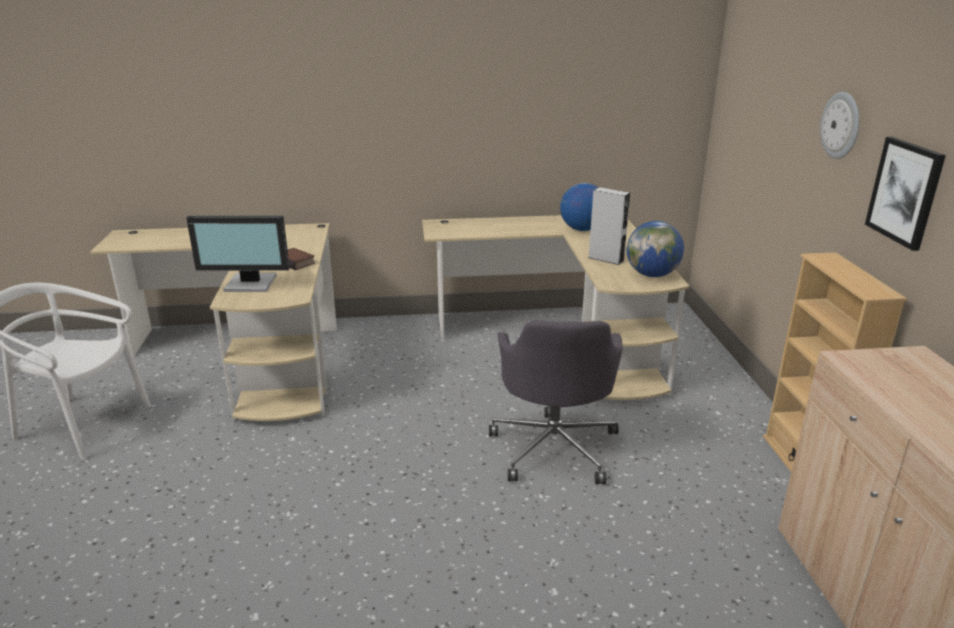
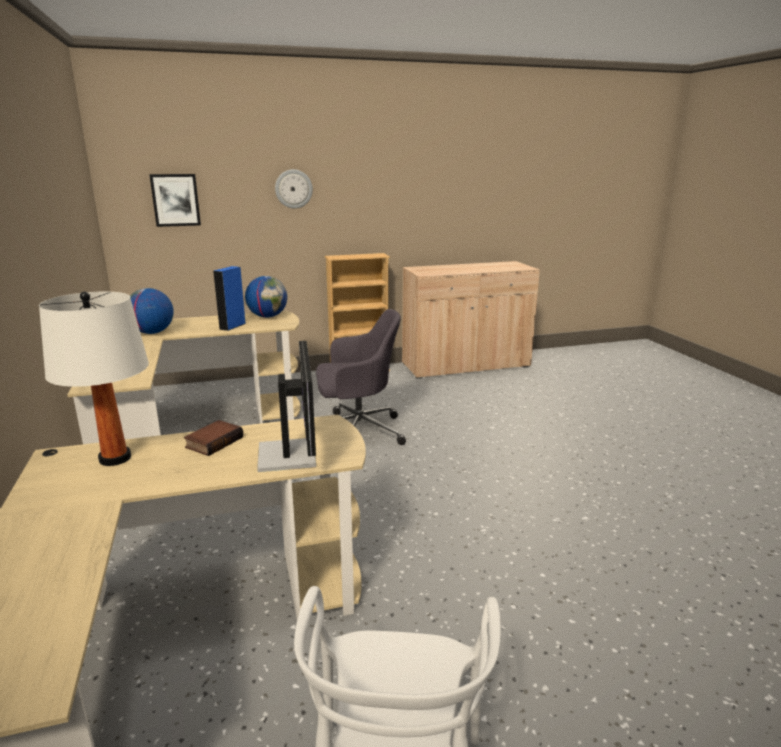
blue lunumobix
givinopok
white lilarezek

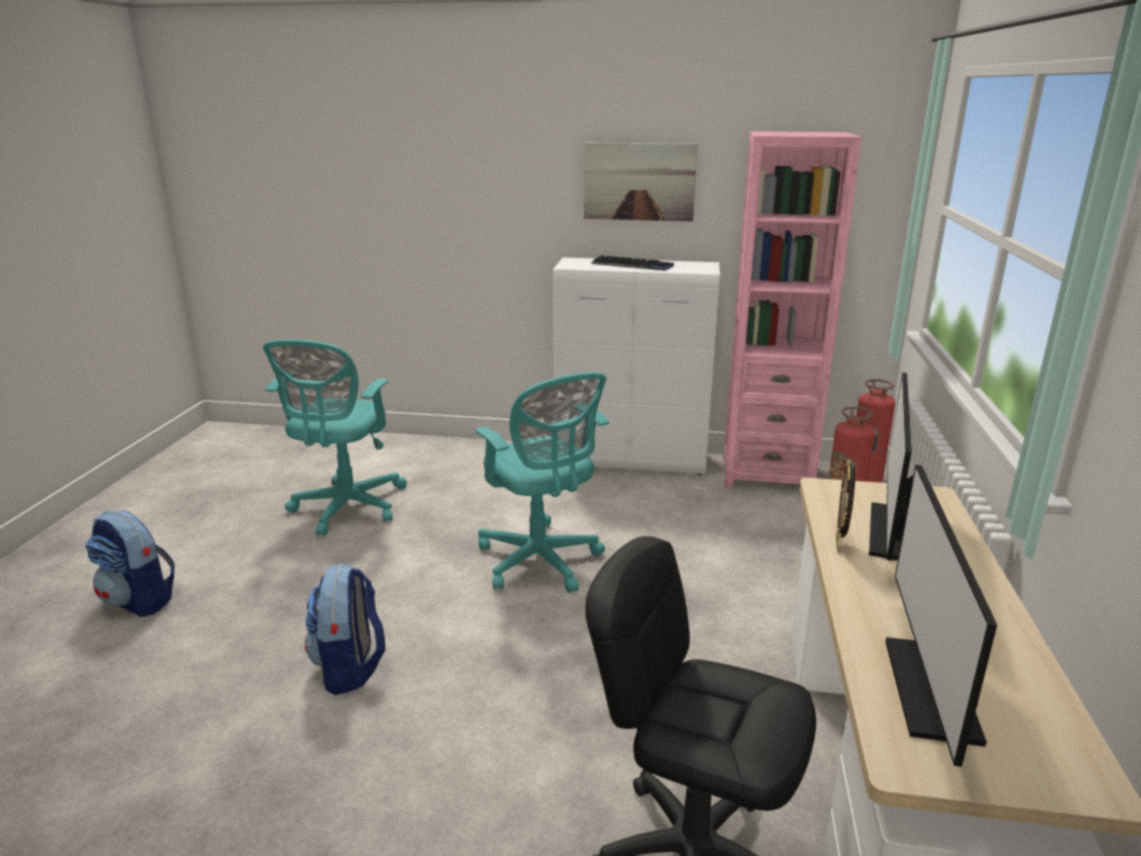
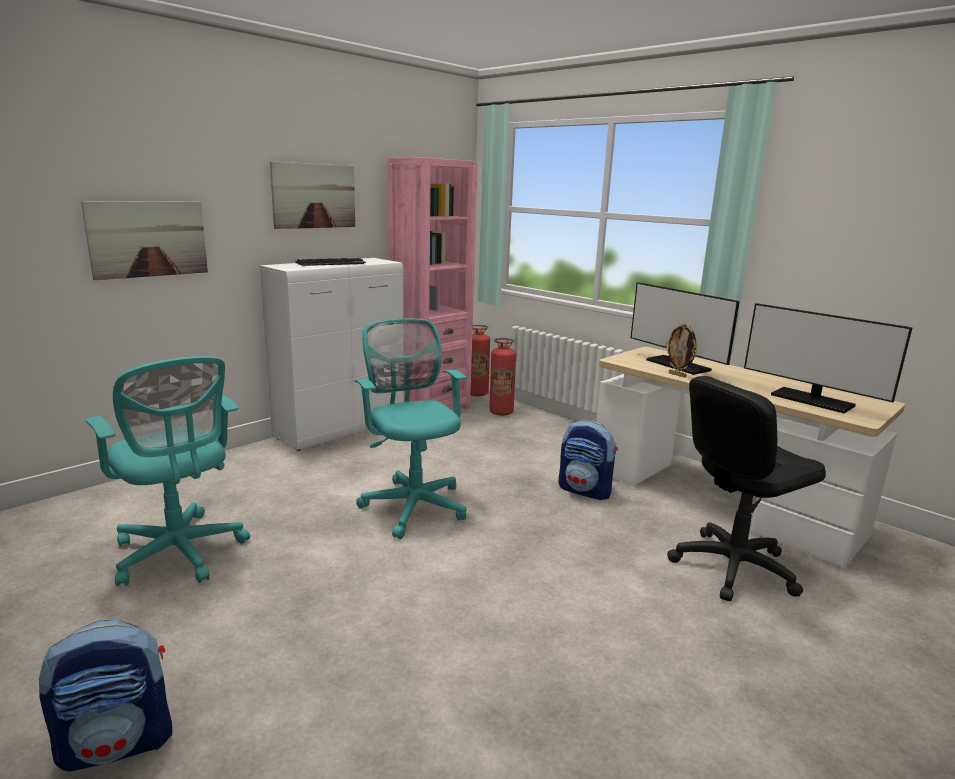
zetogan (2nd from left)
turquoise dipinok (2nd from left)
givinopok (1st from left)

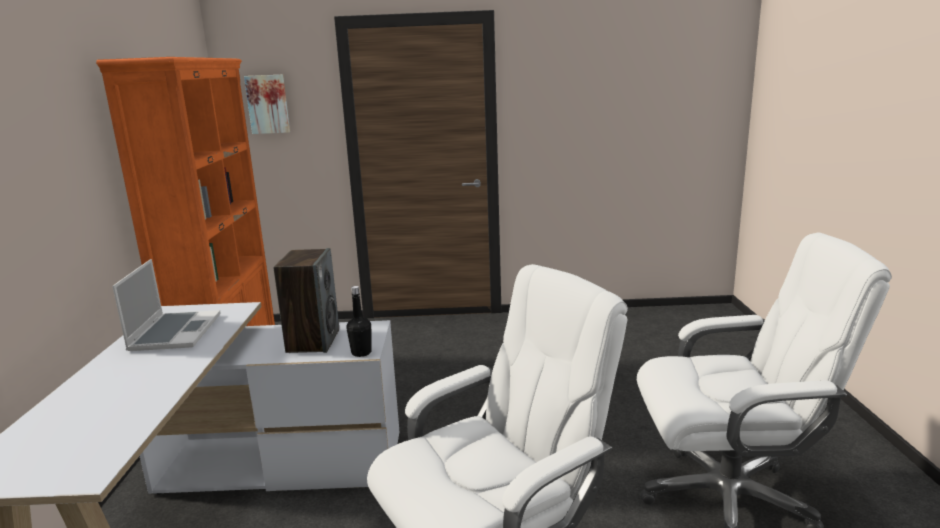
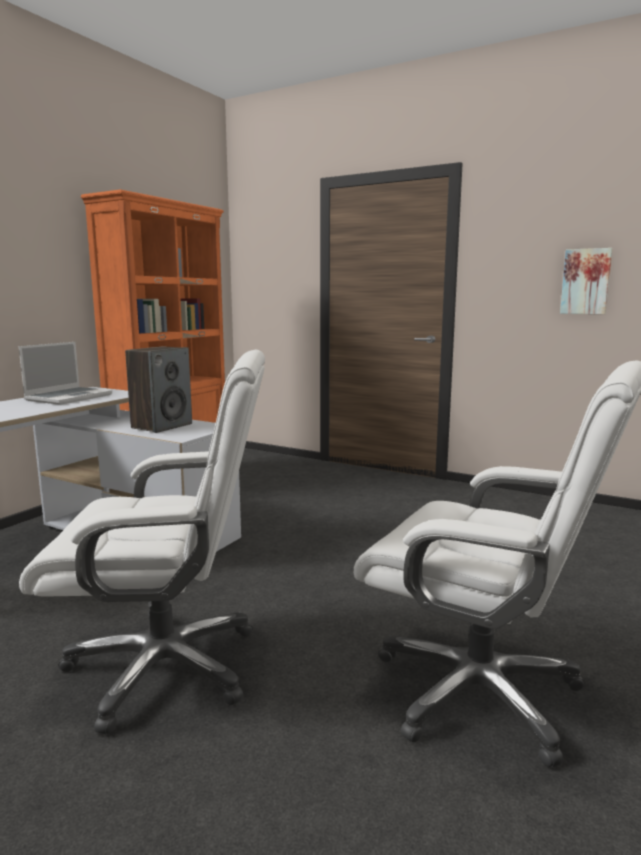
givinopok
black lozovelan

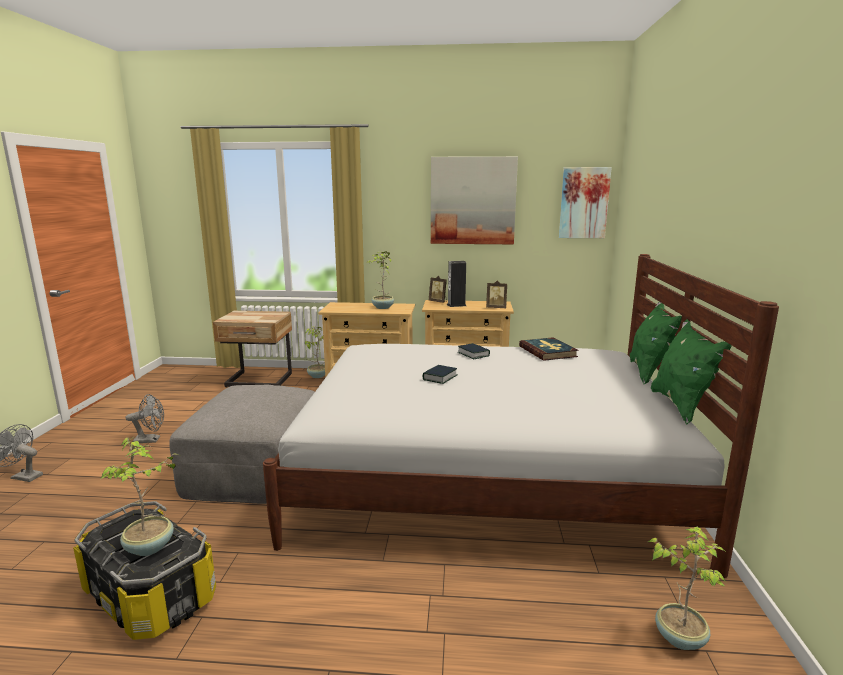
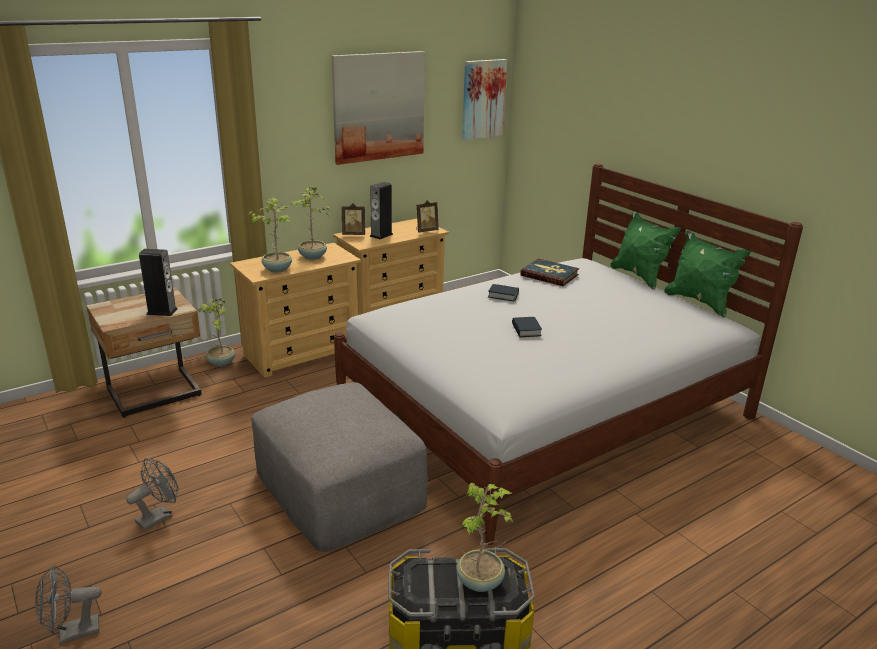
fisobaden (2nd from left)
lunumobix (1st from left)

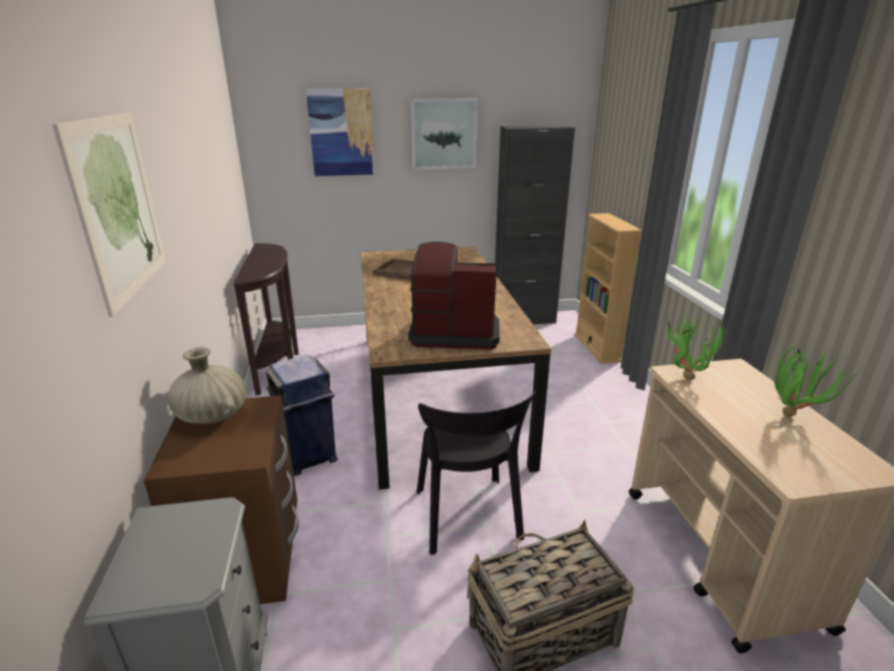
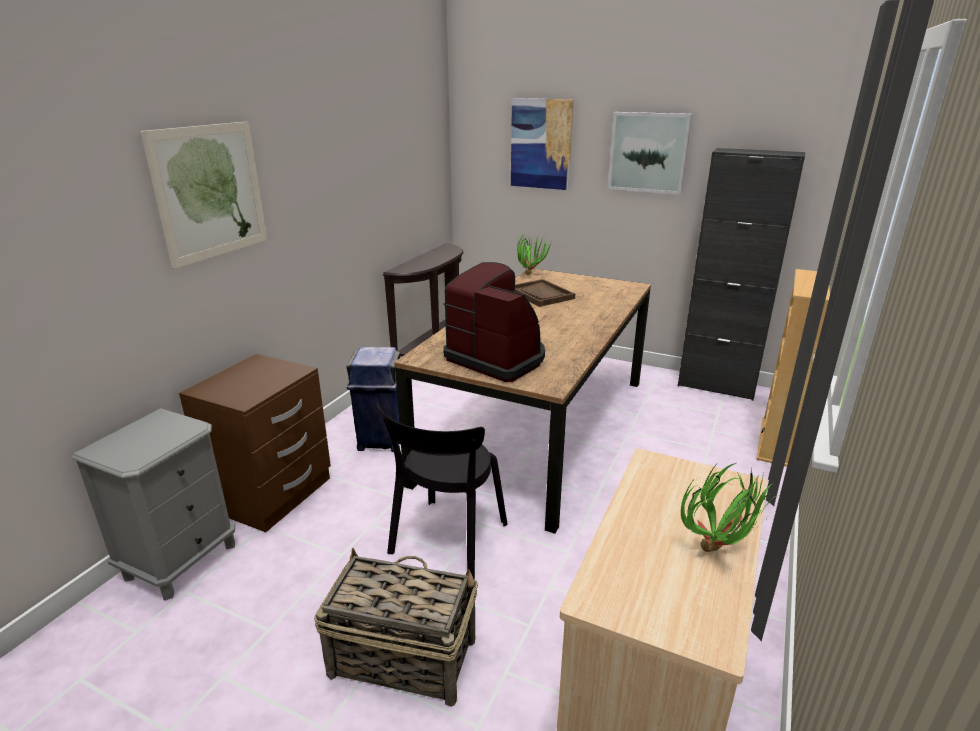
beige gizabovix
fisobaden (1st from left)

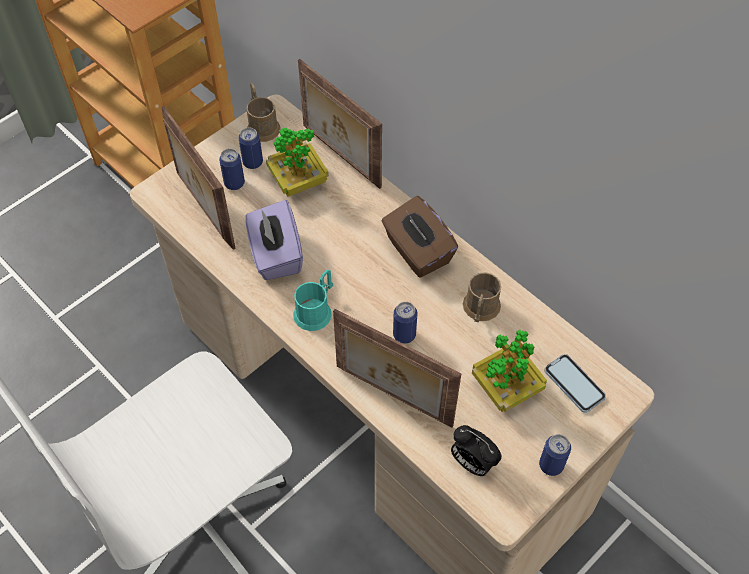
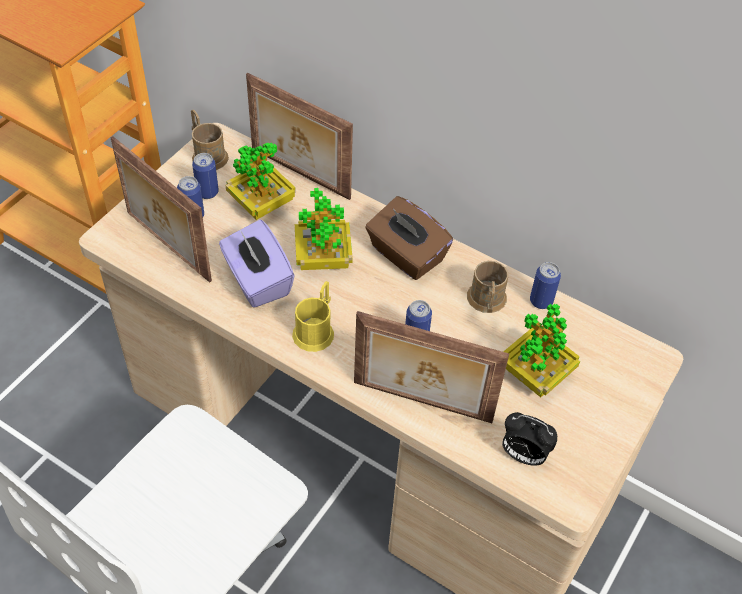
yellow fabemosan
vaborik (4th from left)
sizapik
fisobaden (2nd from left)

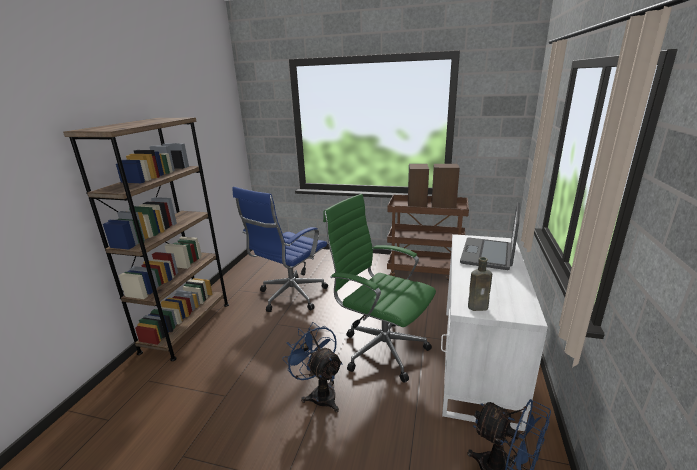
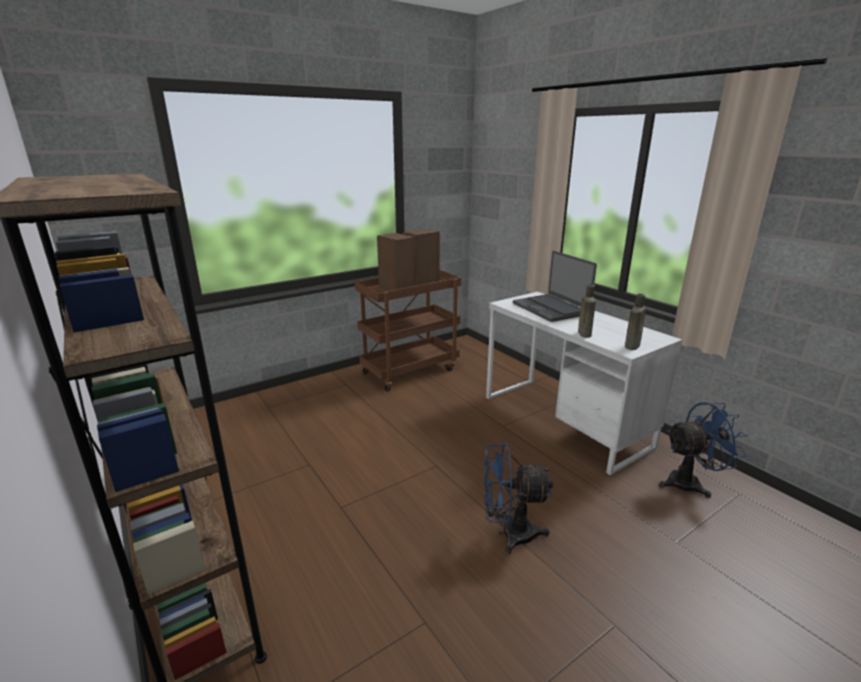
blue dipinok
green dipinok
brown lozovelan (1st from left)

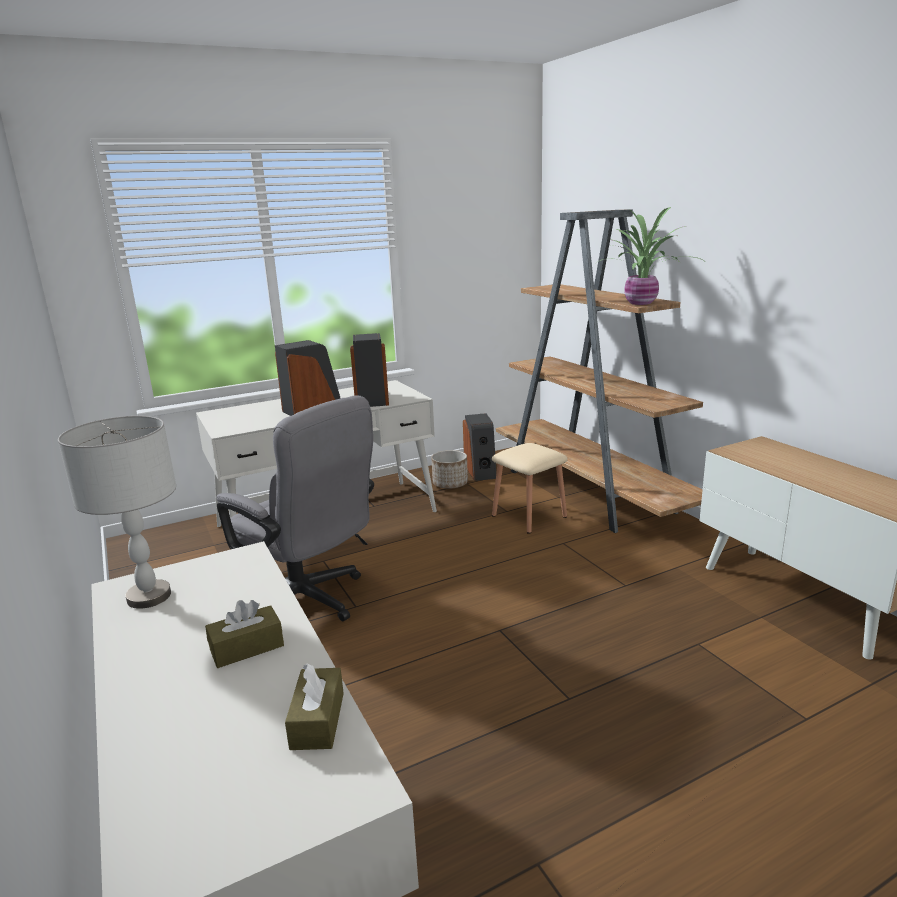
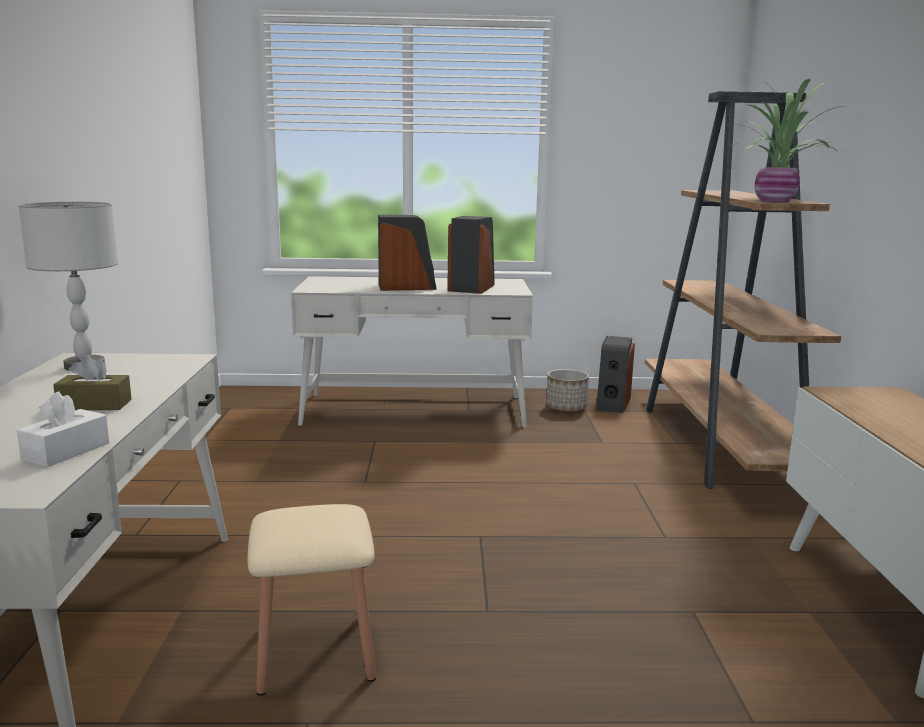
grey dipinok
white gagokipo
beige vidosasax

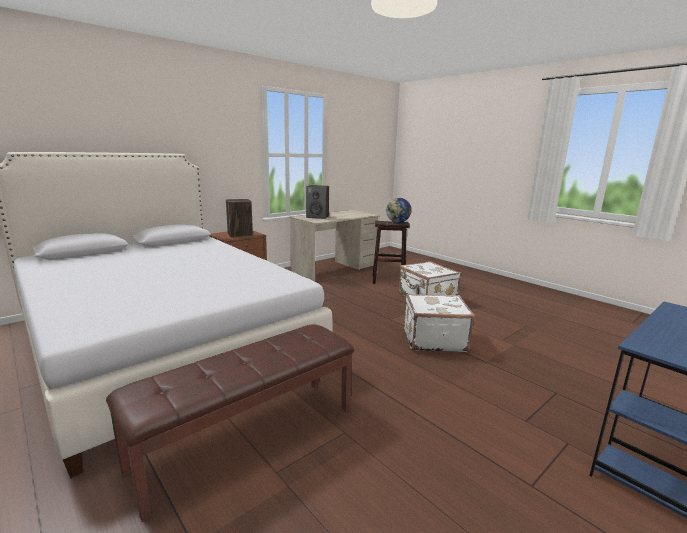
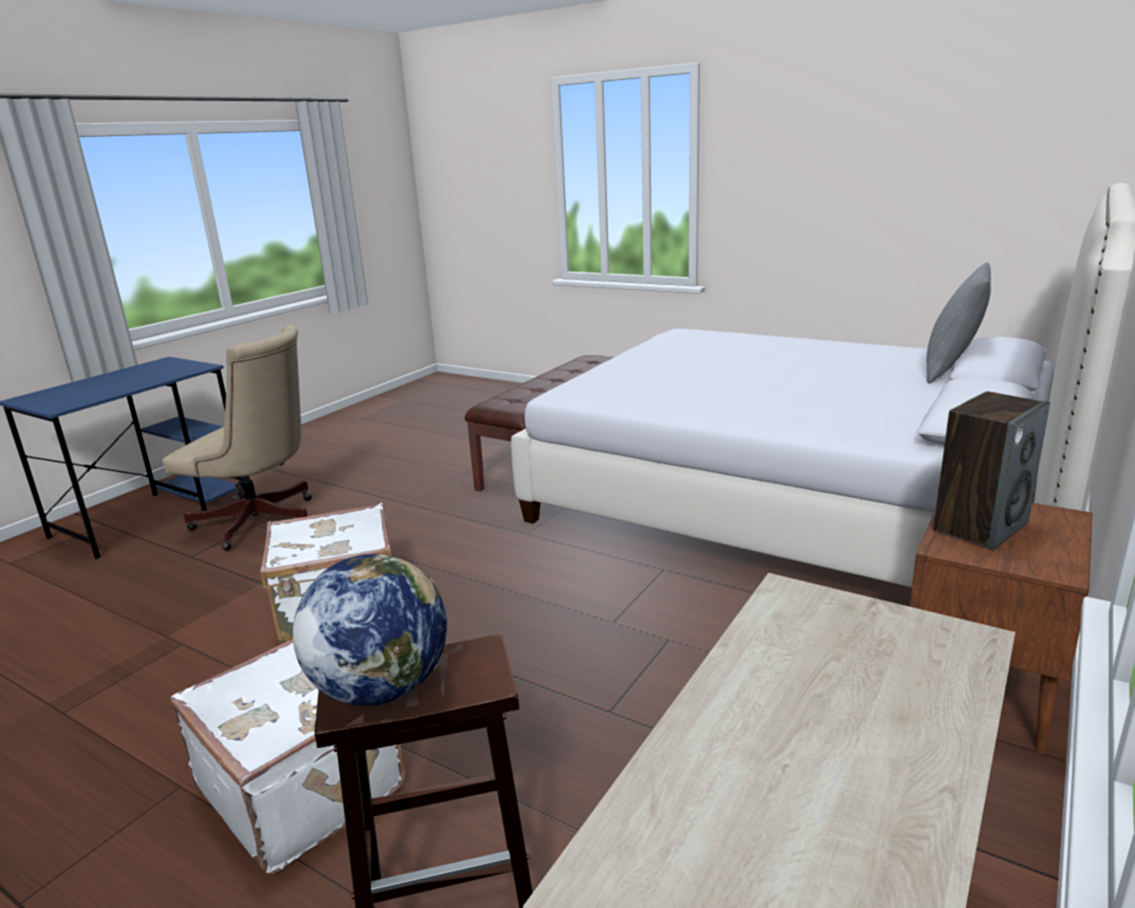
lunumobix (2nd from left in the first image)
beige dipinok
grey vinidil

